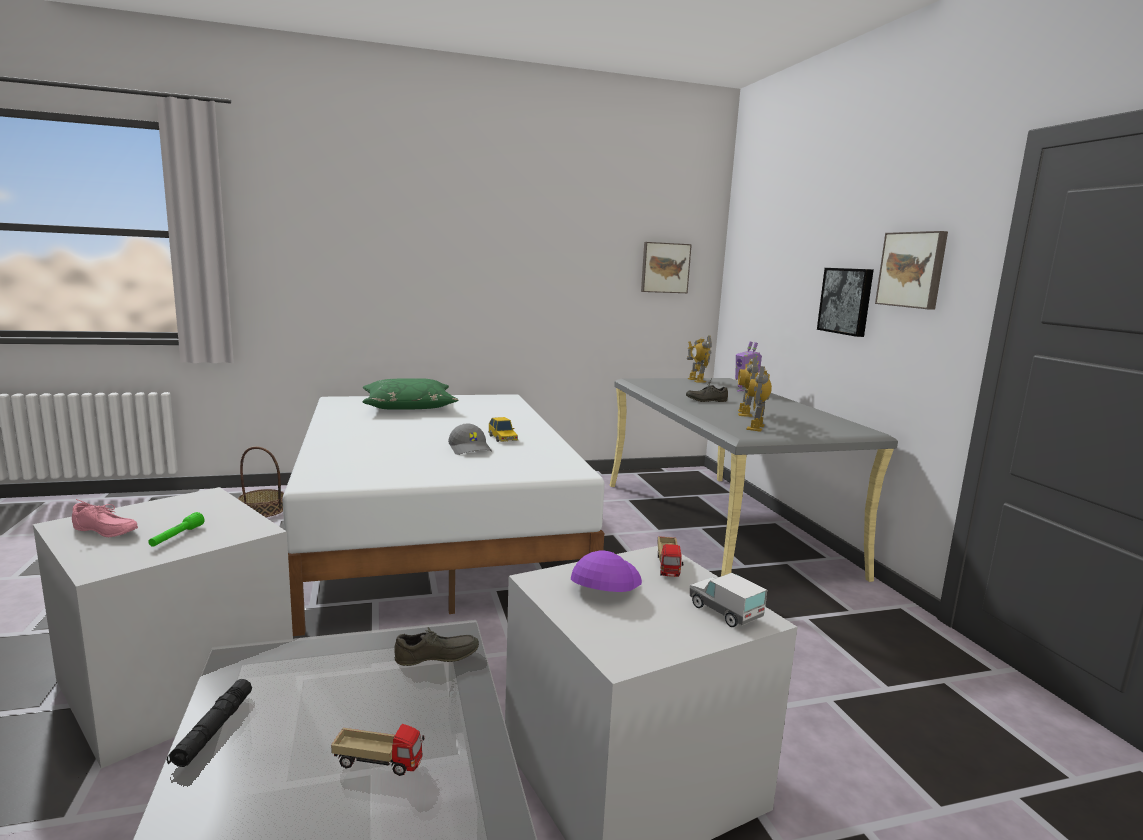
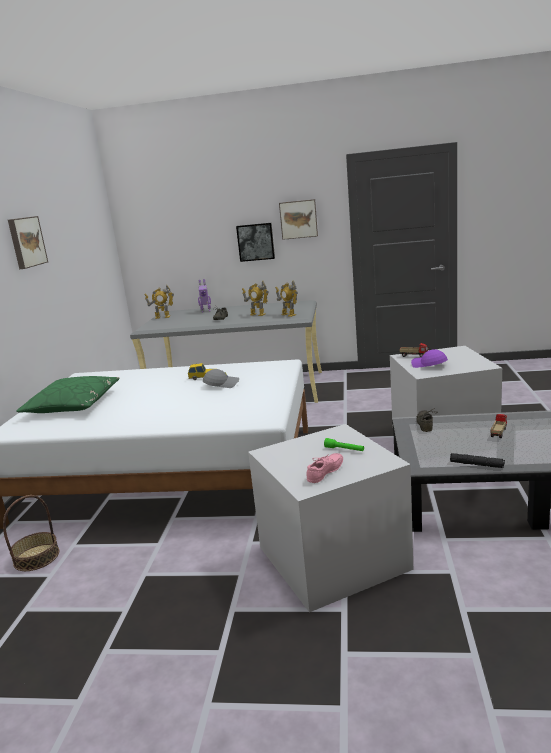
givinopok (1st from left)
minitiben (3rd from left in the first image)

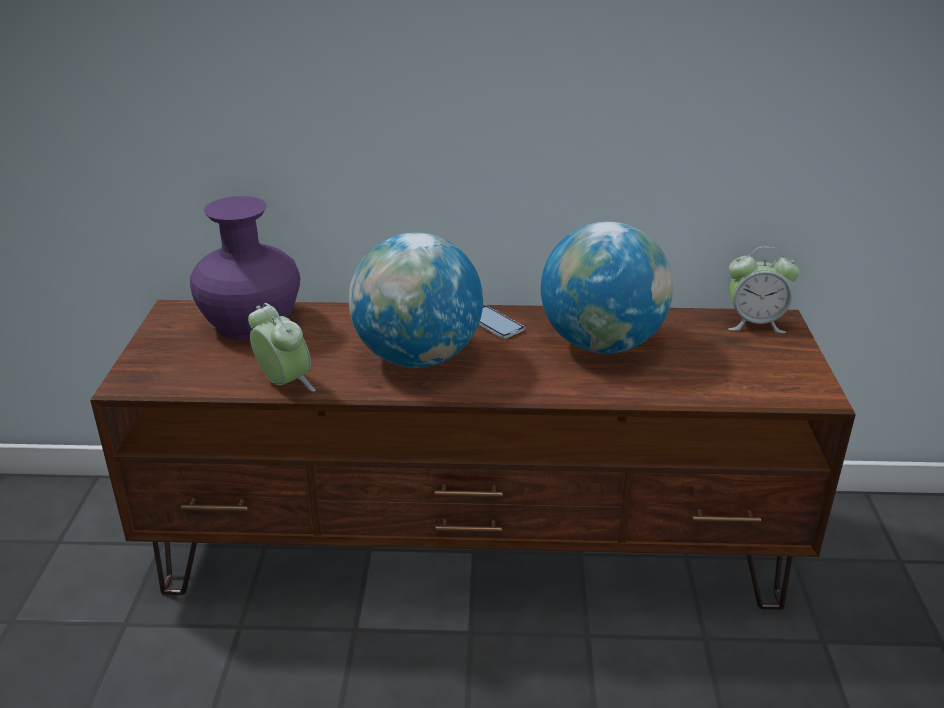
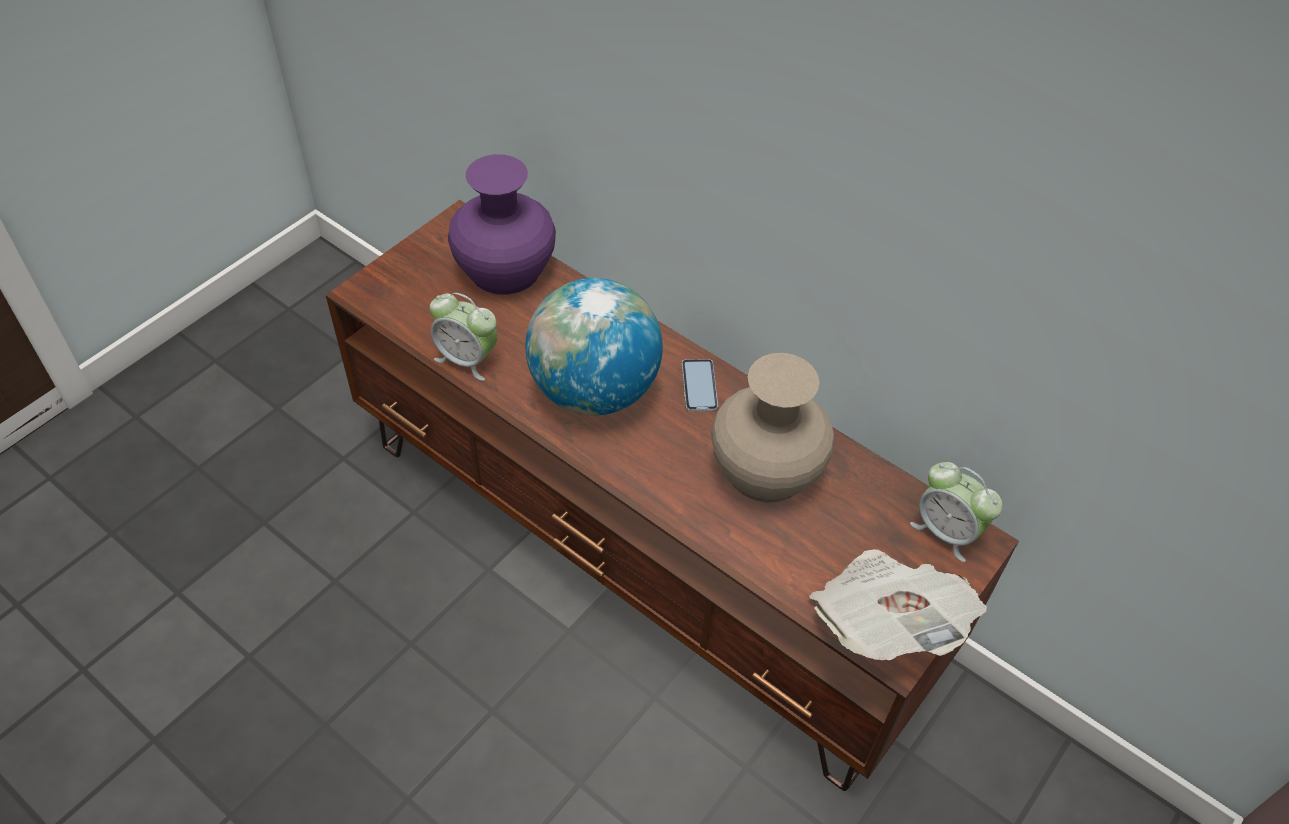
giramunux (1st from left)
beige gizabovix
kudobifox

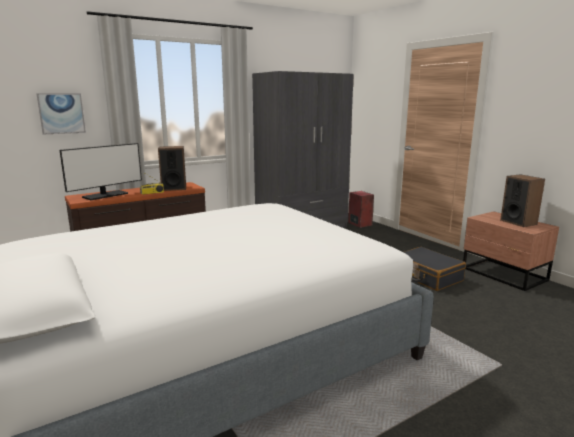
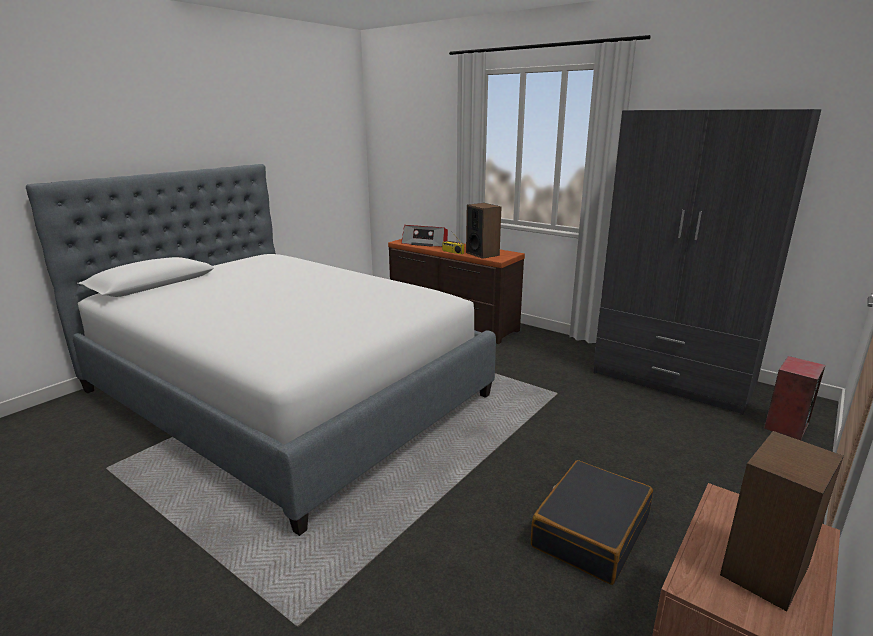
givinopok
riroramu (1st from left)

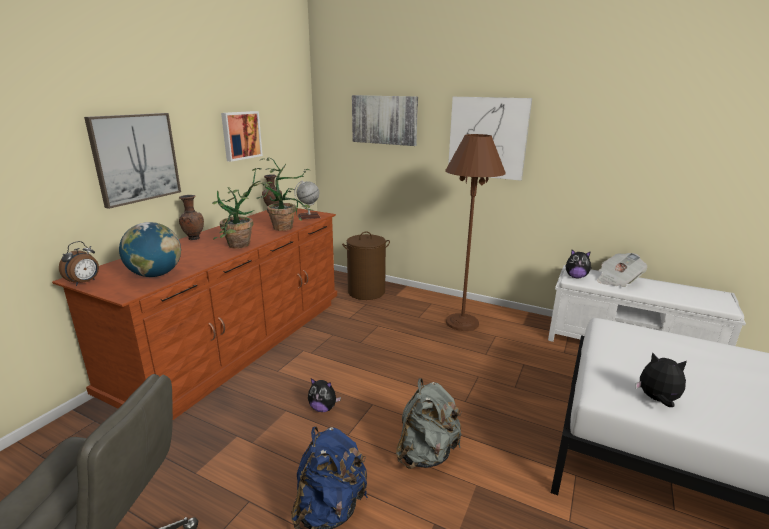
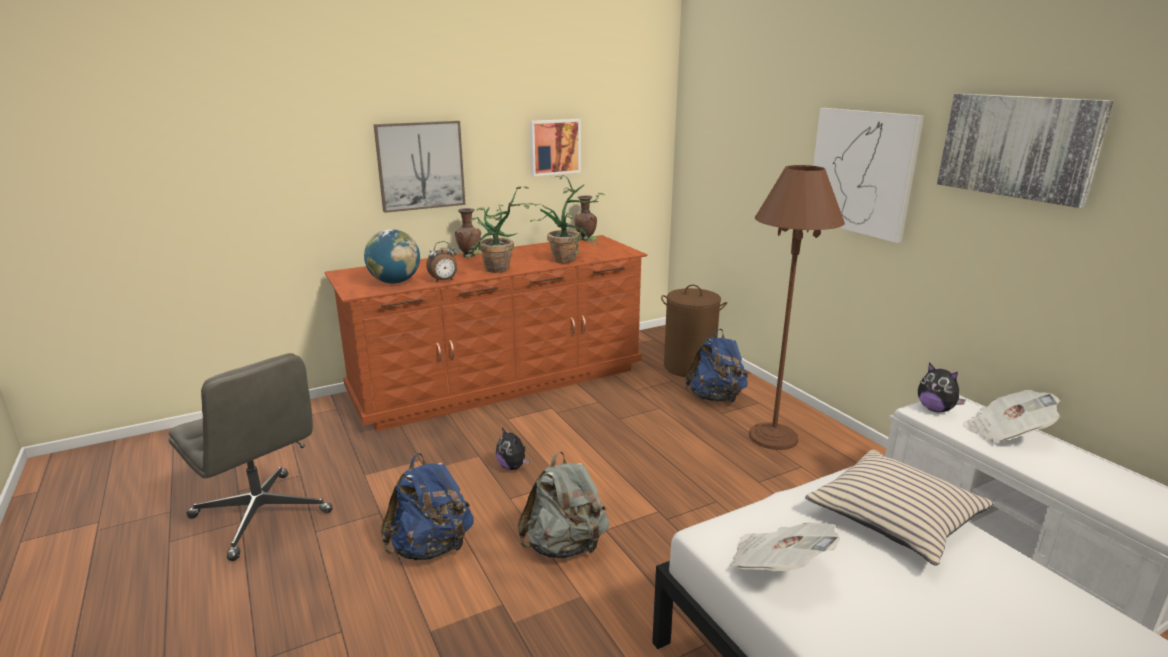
giramunux
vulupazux (2nd from left in the first image)
givinopok (4th from left)
kudobifox (1st from left)
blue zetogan (2nd from left)
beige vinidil

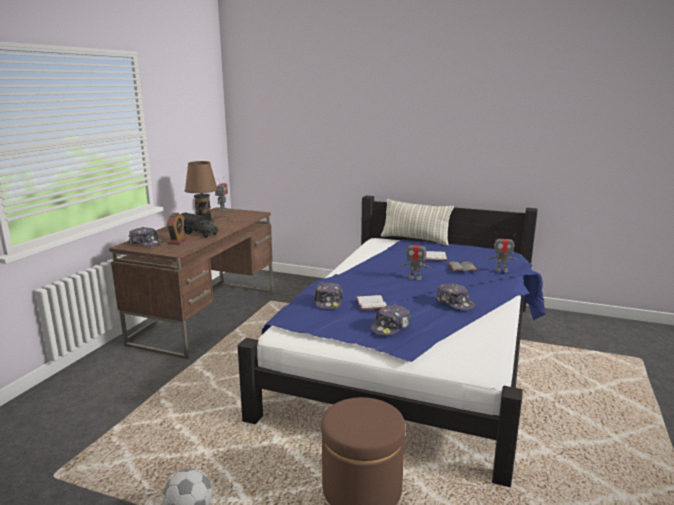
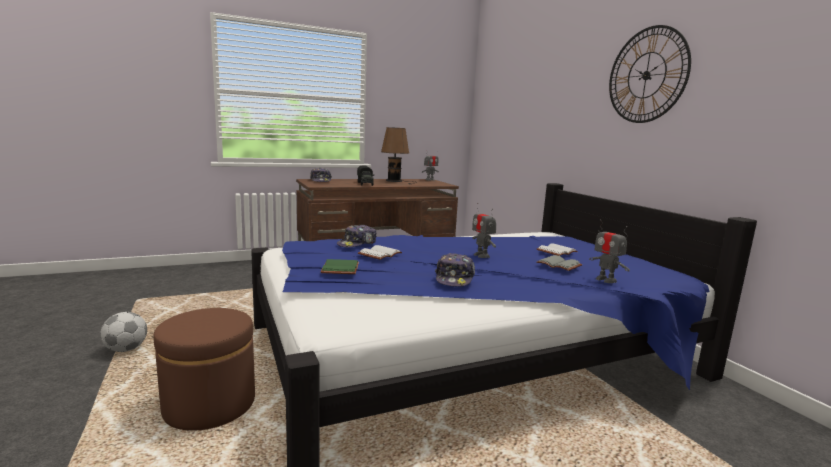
giramunux
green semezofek
vinidil
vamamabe

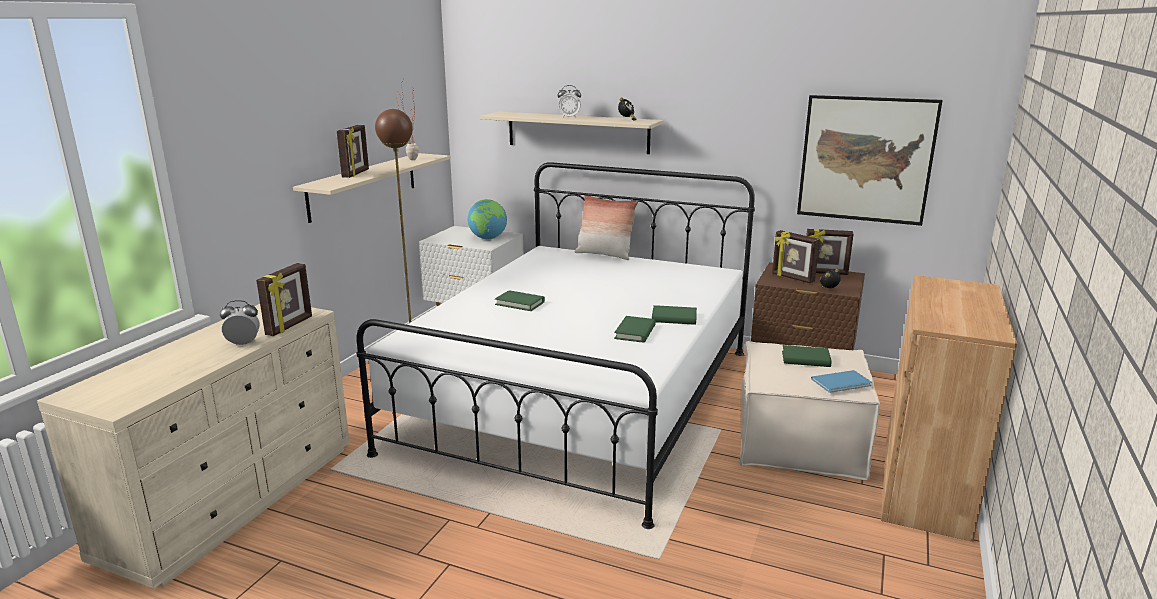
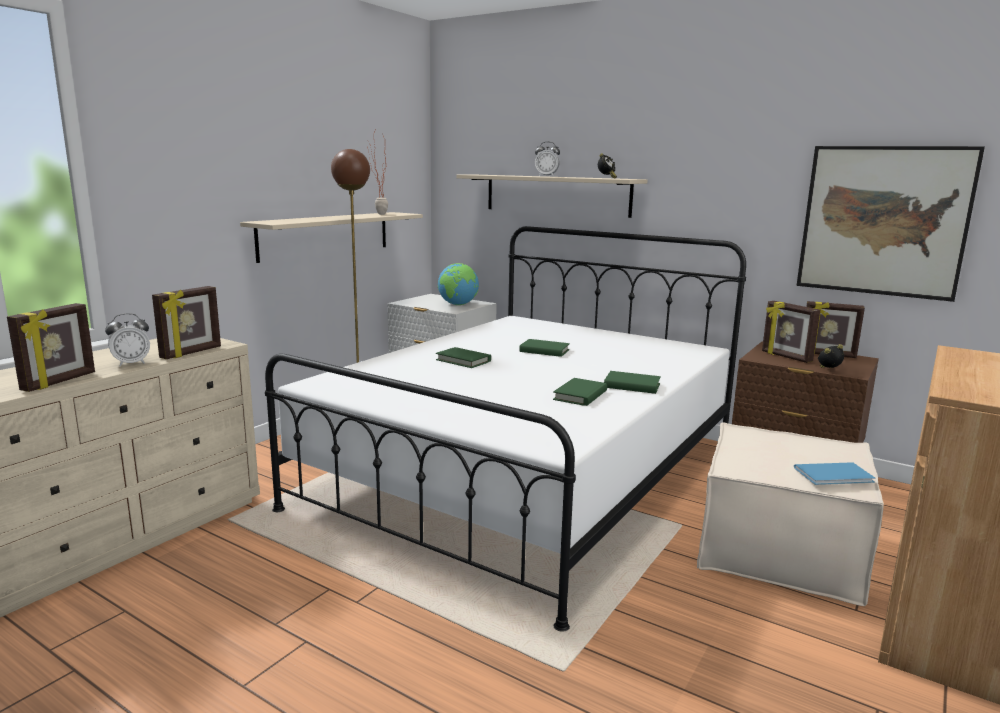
giramunux (1st from left)
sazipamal (1st from left)
vinidil
green semezofek (2nd from left)

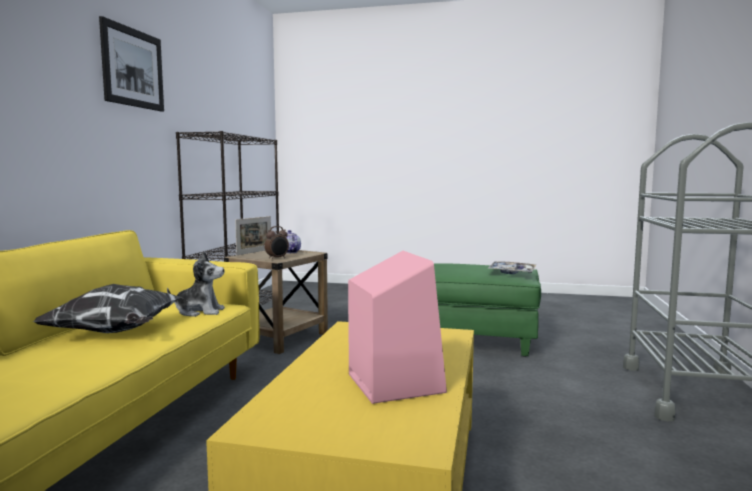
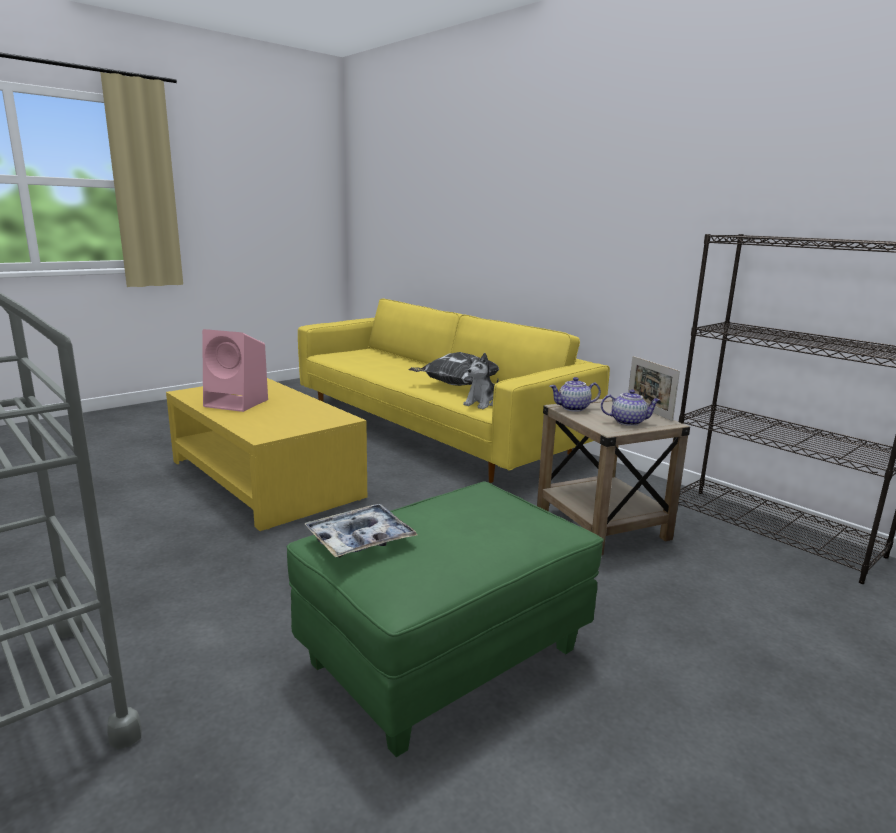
givinopok
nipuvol (1st from left)

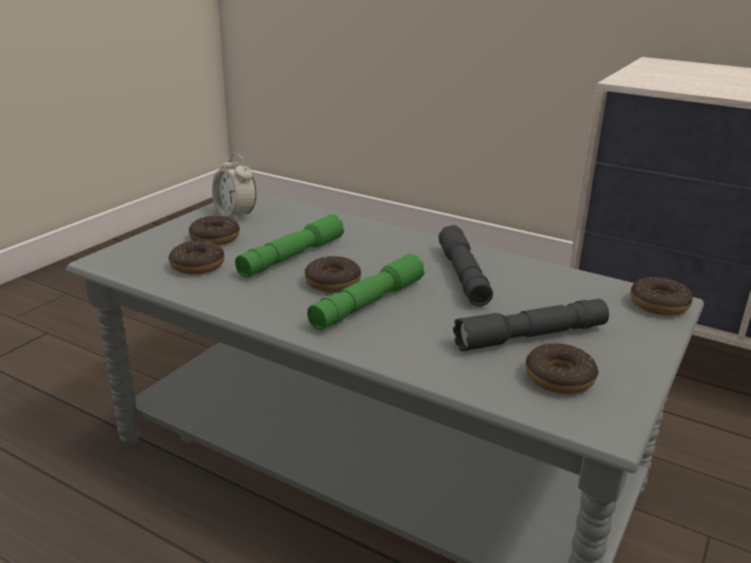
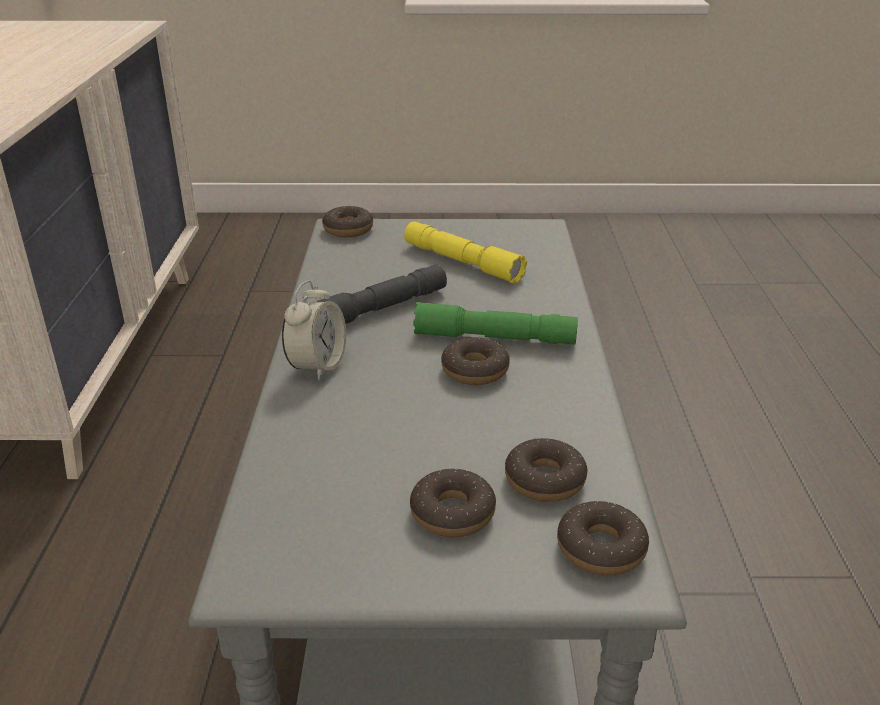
giramunux
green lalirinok (1st from left in the first image)
yellow lalirinok
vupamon (5th from left)

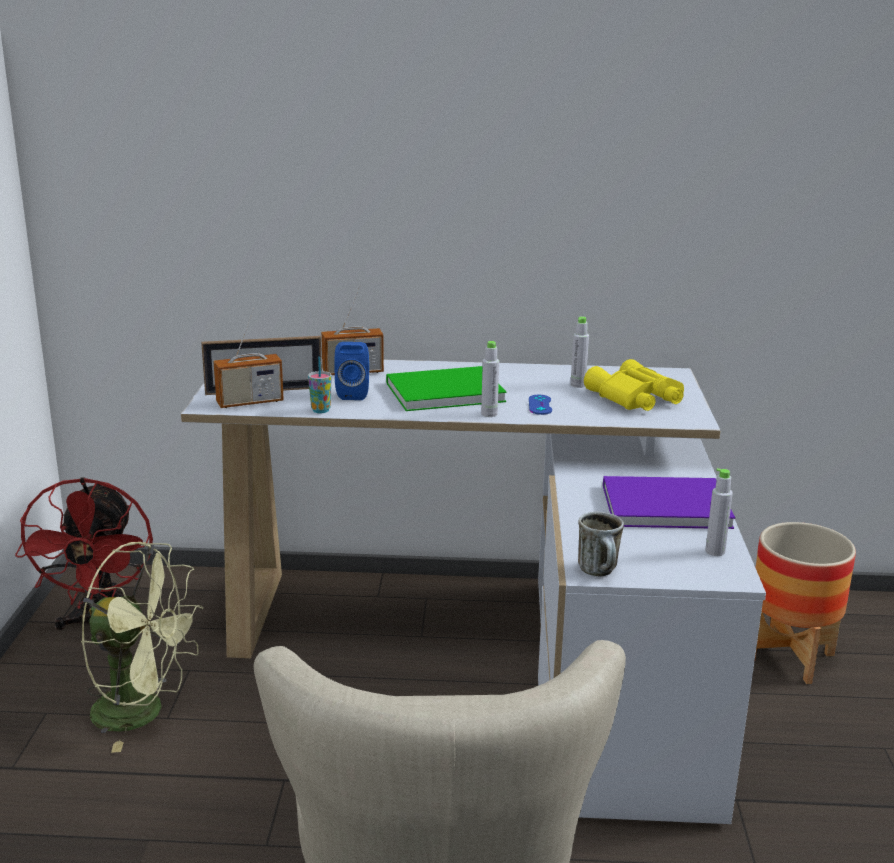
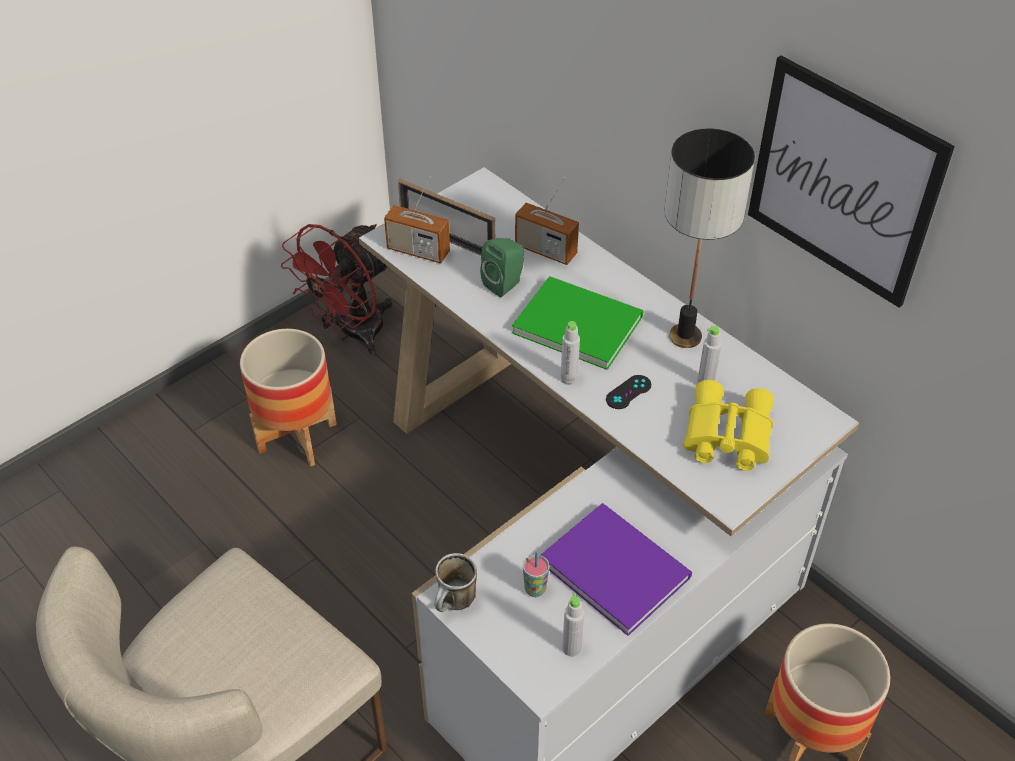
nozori (1st from left)
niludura
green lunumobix
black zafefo
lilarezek
givinopok

